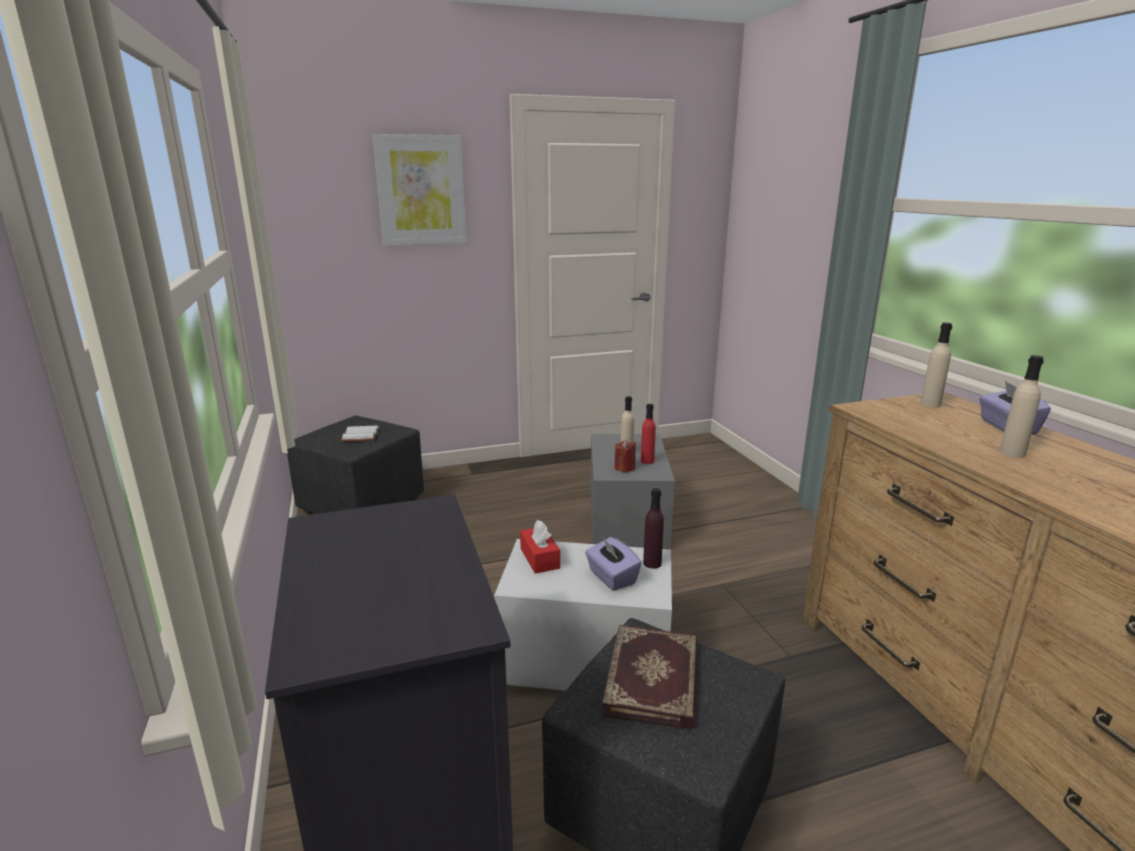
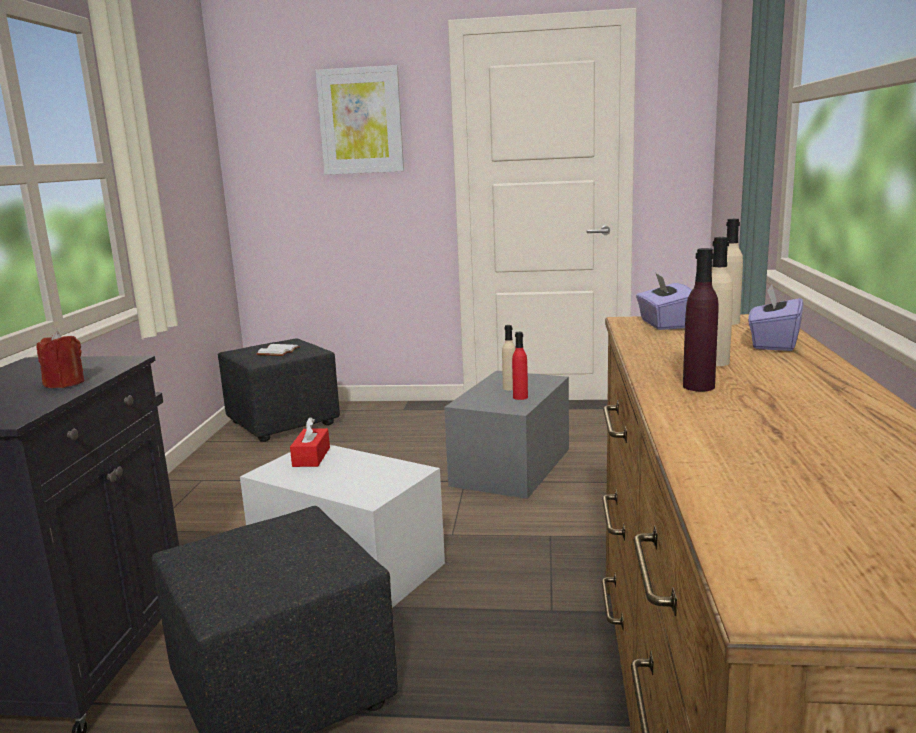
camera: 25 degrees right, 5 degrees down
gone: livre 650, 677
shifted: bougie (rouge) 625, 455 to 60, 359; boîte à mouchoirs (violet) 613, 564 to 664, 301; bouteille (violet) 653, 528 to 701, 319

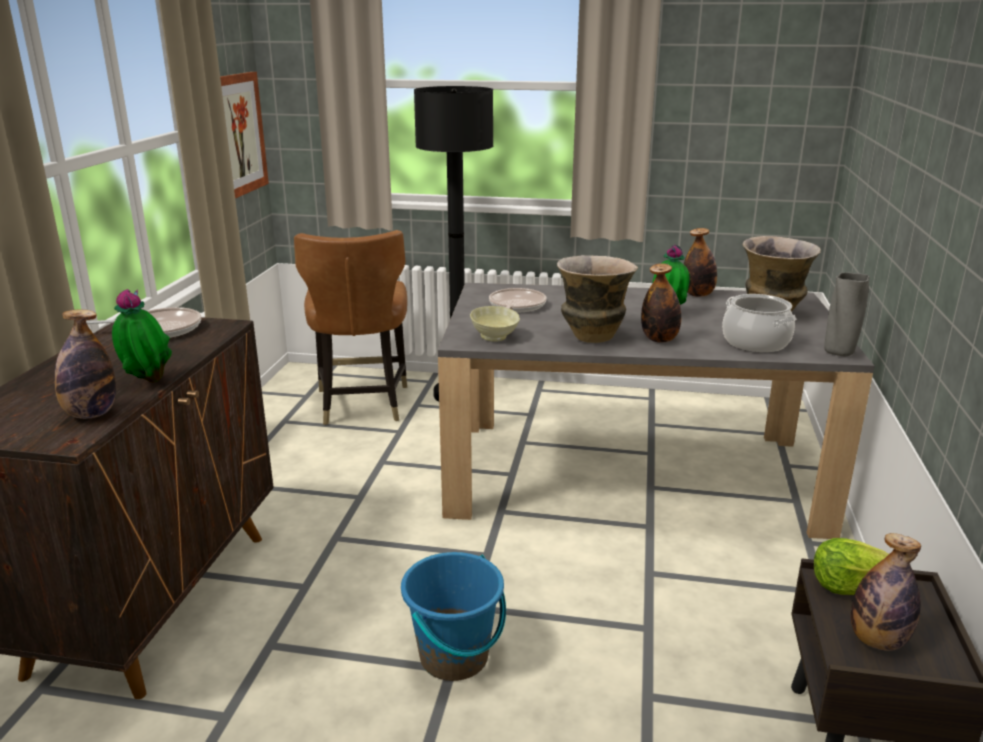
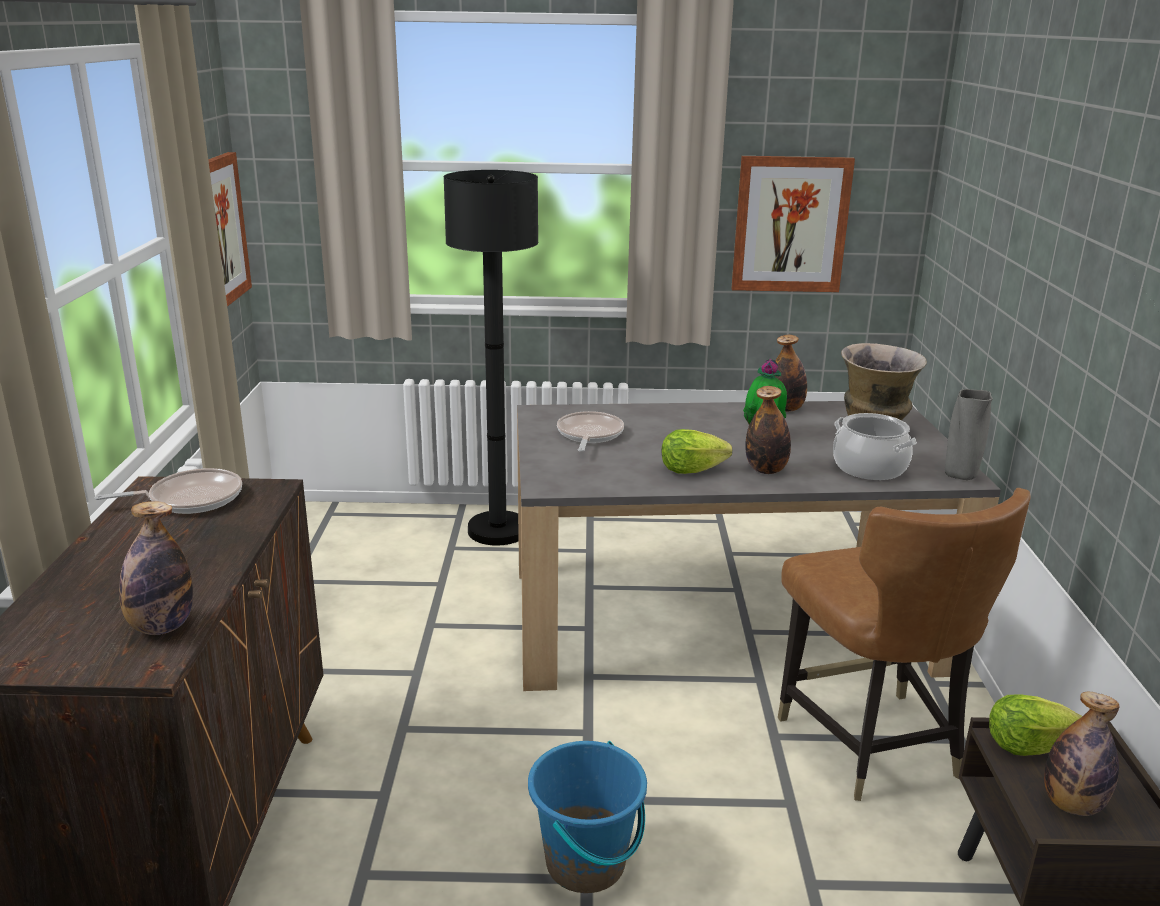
camera: 10 degrees left, 0 degrees up
gone: plante en pot 142, 335; bol (beige) 495, 324
new: tableau 793, 224
shifted: chaise (marron) 350, 327 to 904, 644
swapped: vase 597, 299 to laitue 696, 451

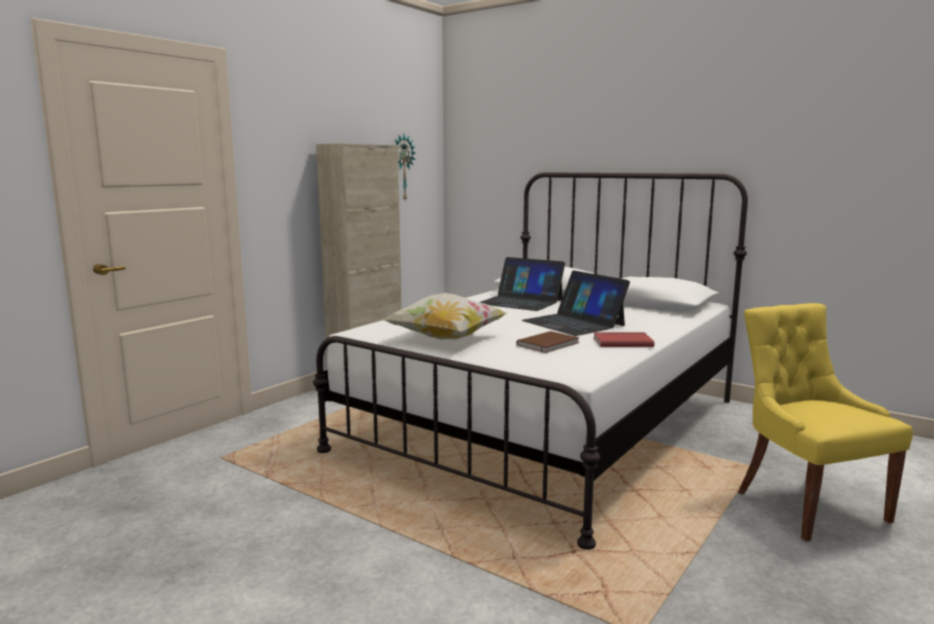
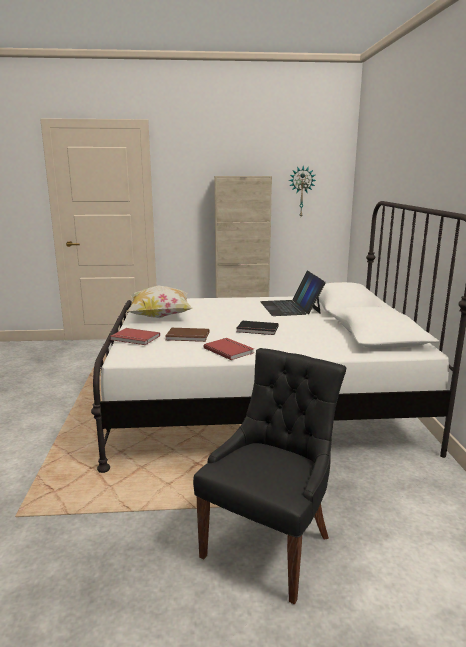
camera: 50 degrees right, 5 degrees up
new: livre (rouge) 135, 336
swapped: ordinateur portable 576, 303 to livre (noir) 257, 328
repainted: chaise (jaune) 825, 422 to chaise (noir) 269, 476

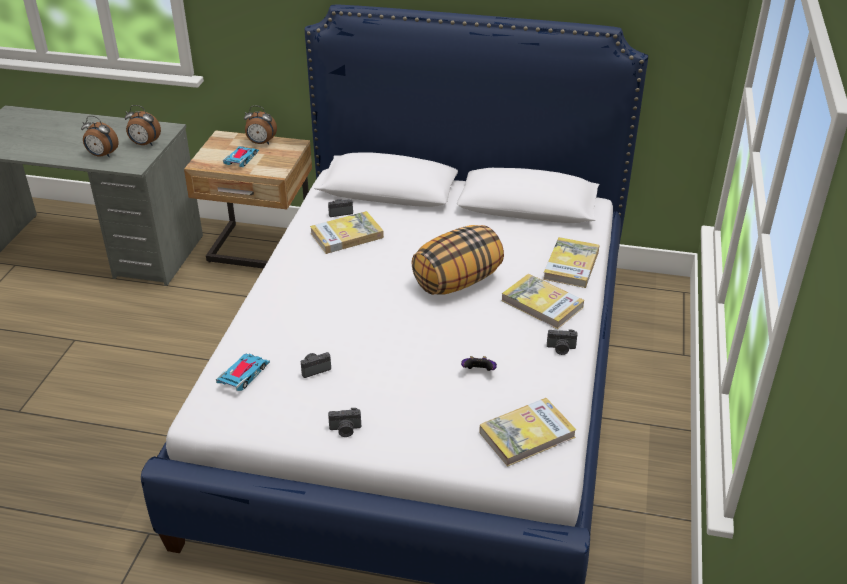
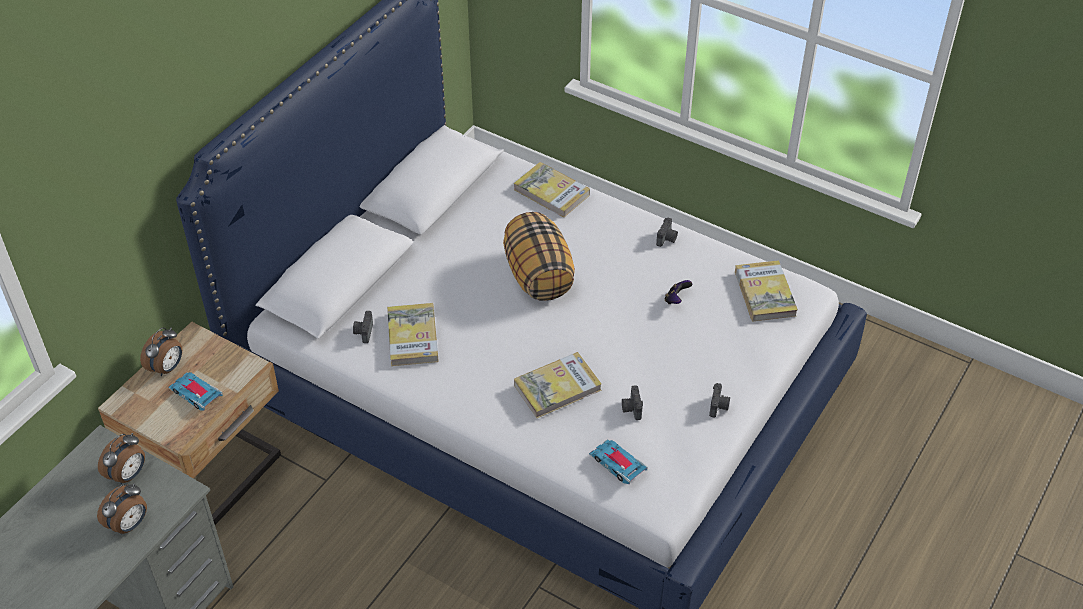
camera: 70 degrees left, 10 degrees up
shifted: livre 542, 301 to 558, 385

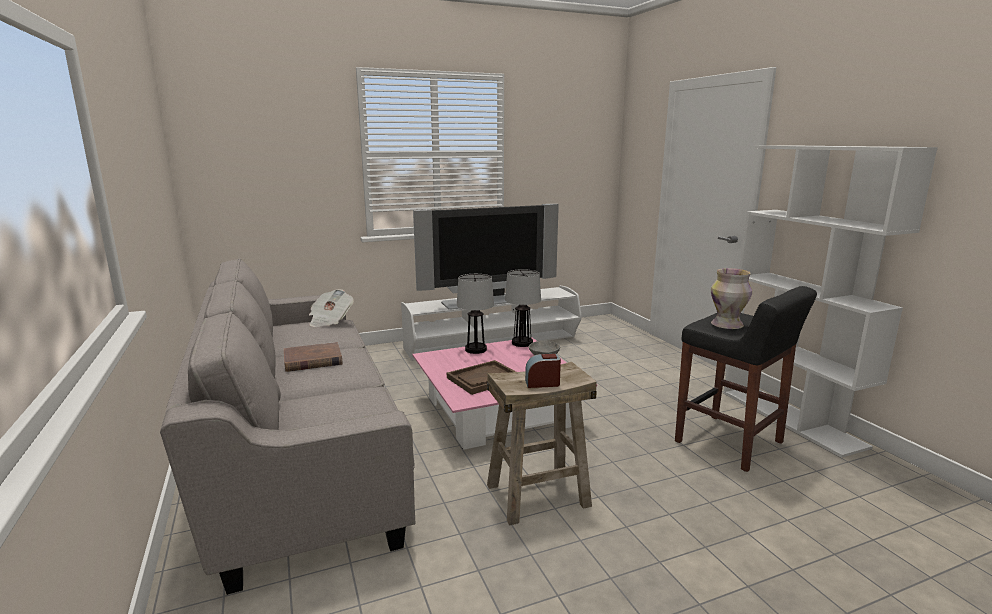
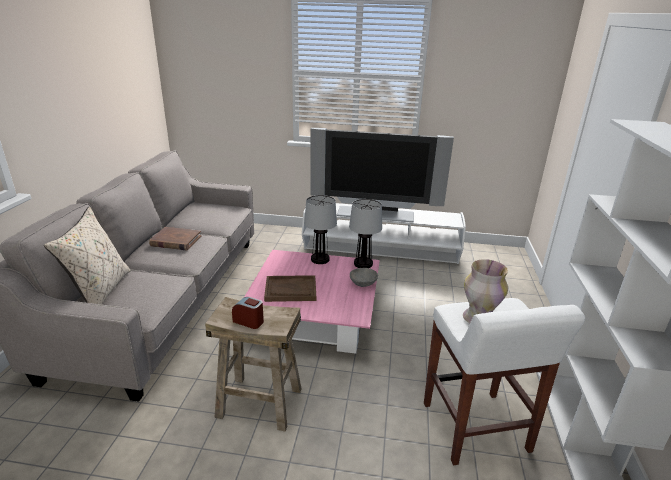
camera: 30 degrees right, 10 degrees up
gone: journal 331, 308
new: coussin (beige) 87, 256
repainted: tabouret (noir) 746, 379 to tabouret (blanc) 504, 381

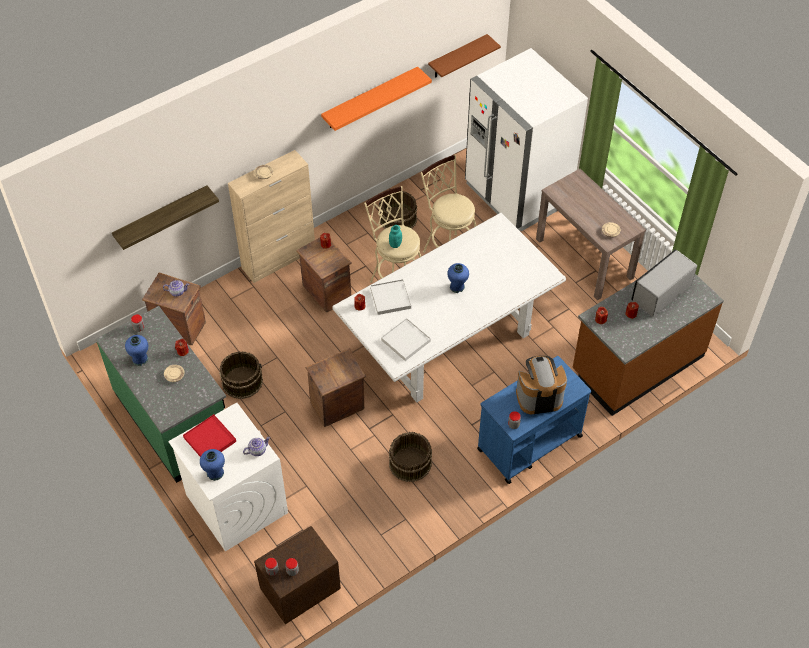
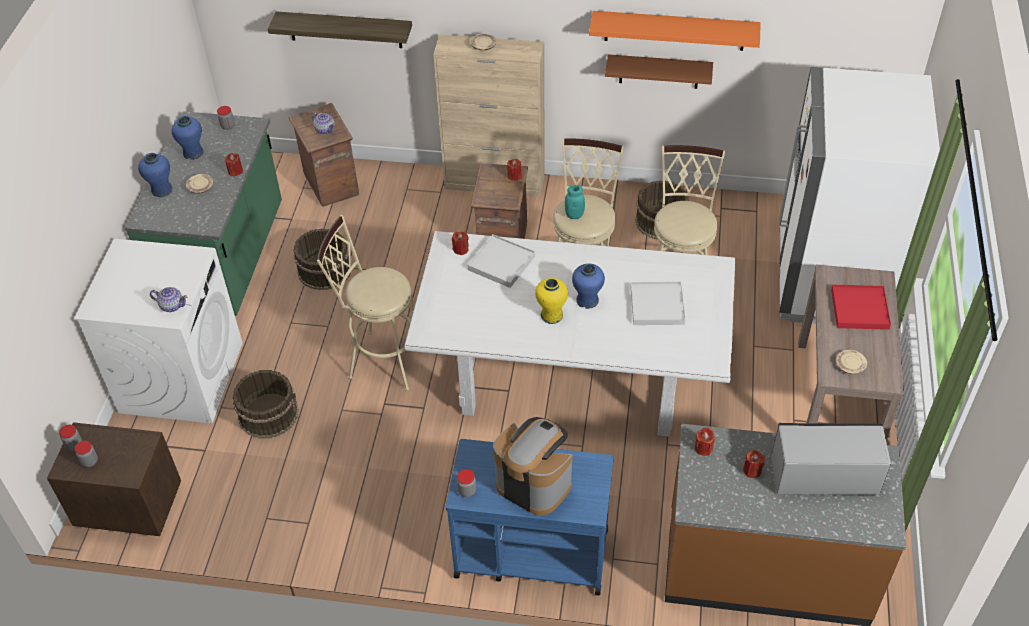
camera: 45 degrees right, 5 degrees down
new: vase (jaune) 551, 301
shifted: vase (bleu) 212, 465 to 155, 175; seau (marron) 410, 457 to 266, 404; étagère (marron) 464, 56 to 659, 71; plateau (blanc) 406, 339 to 658, 303; plateau (rouge) 209, 435 to 861, 307
swapped: caisse 335, 387 to tabouret (beige) 365, 303

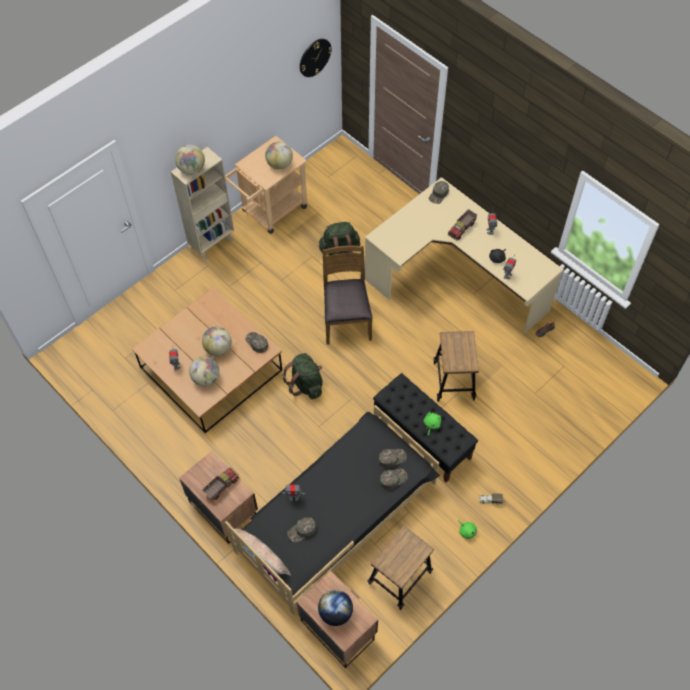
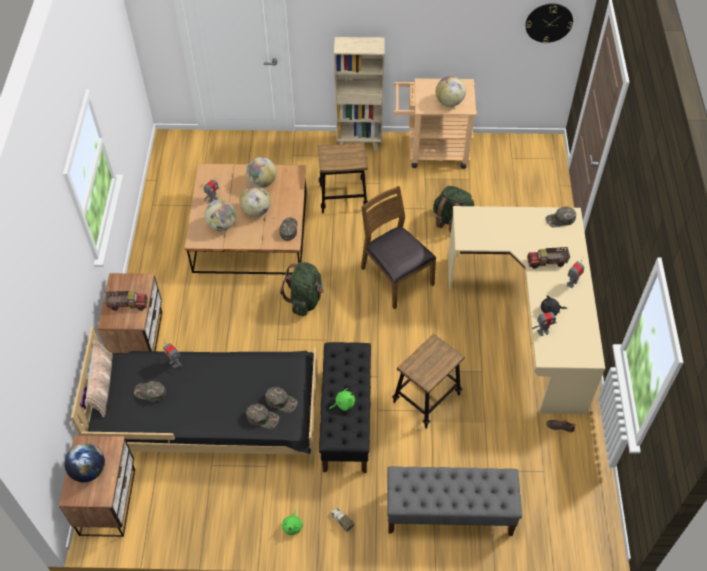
camera: 45 degrees right, 5 degrees down
new: banc (gris) 454, 501
shifted: globe 190, 160 to 261, 172; tabouret 400, 568 to 343, 177
rotated: chaise (marron) 348, 295 = 398, 247 75 degrees counterclockwise

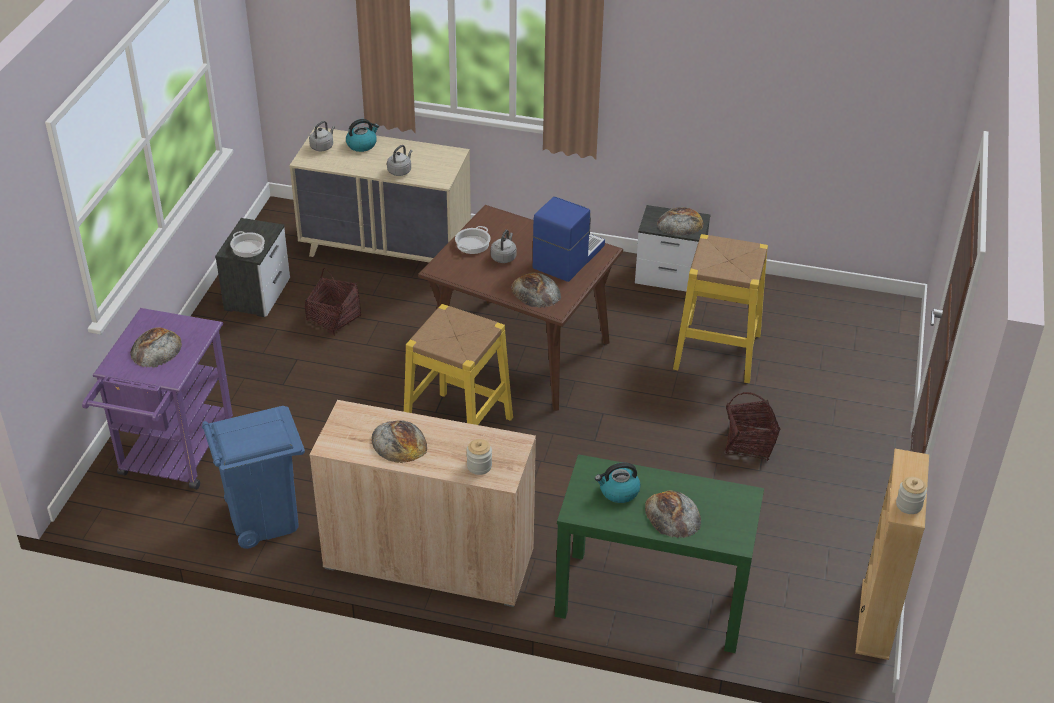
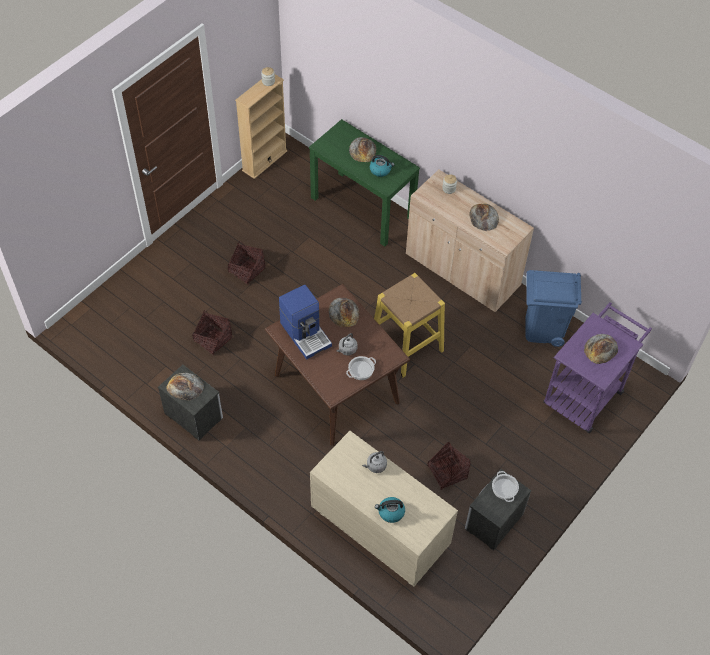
camera: 155 degrees left, 15 degrees up
gone: bouilloire (gris) 322, 136
swapped: tabouret (jaune) 720, 308 to panier 212, 333
rotated: machine à café 569, 239 = 305, 322 90 degrees counterclockwise

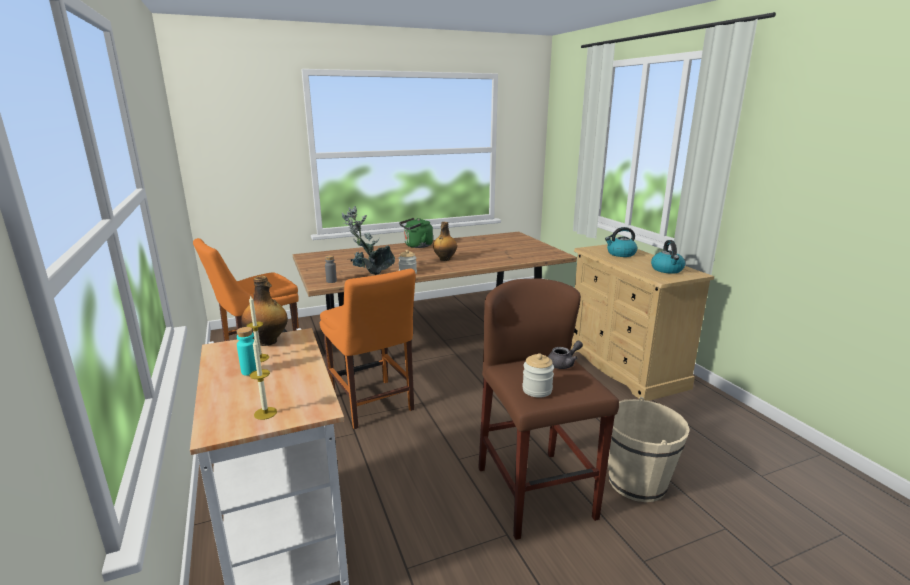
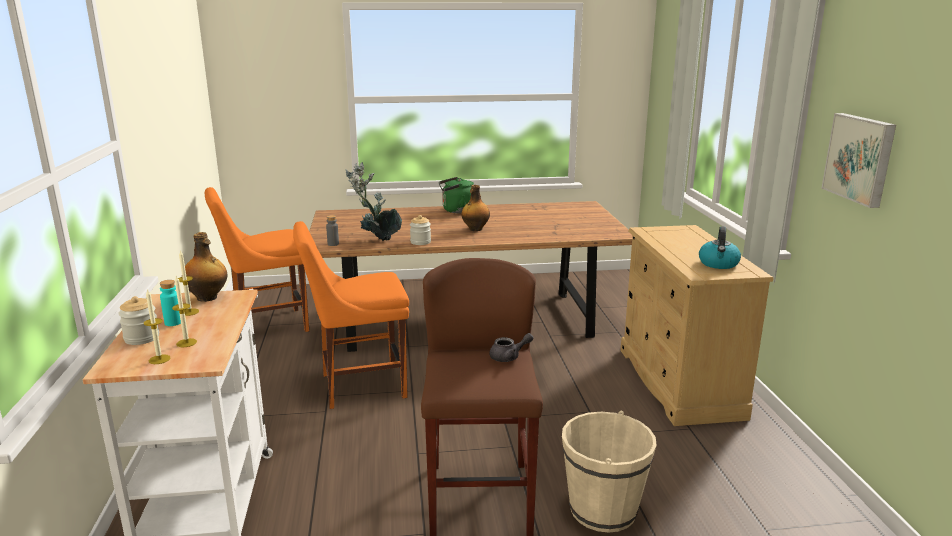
camera: 15 degrees right, 0 degrees up
gone: bouilloire 621, 242
new: bougie 184, 311; tableau 858, 160
shifted: bocal 538, 375 to 138, 320
rotated: chaise (orange) 368, 349 = 351, 315 90 degrees clockwise

